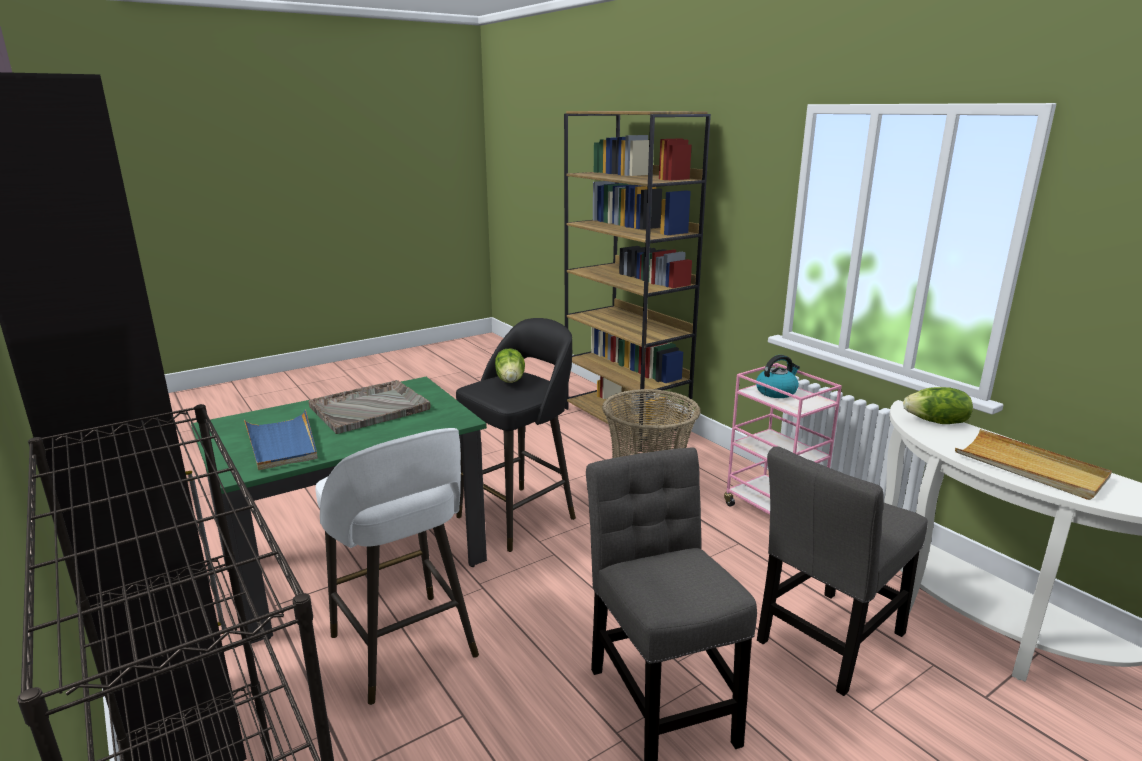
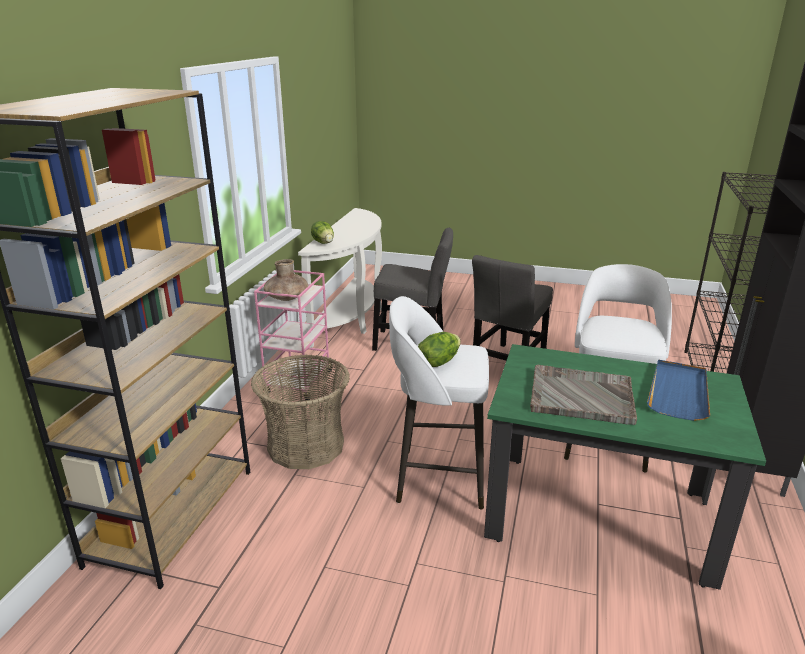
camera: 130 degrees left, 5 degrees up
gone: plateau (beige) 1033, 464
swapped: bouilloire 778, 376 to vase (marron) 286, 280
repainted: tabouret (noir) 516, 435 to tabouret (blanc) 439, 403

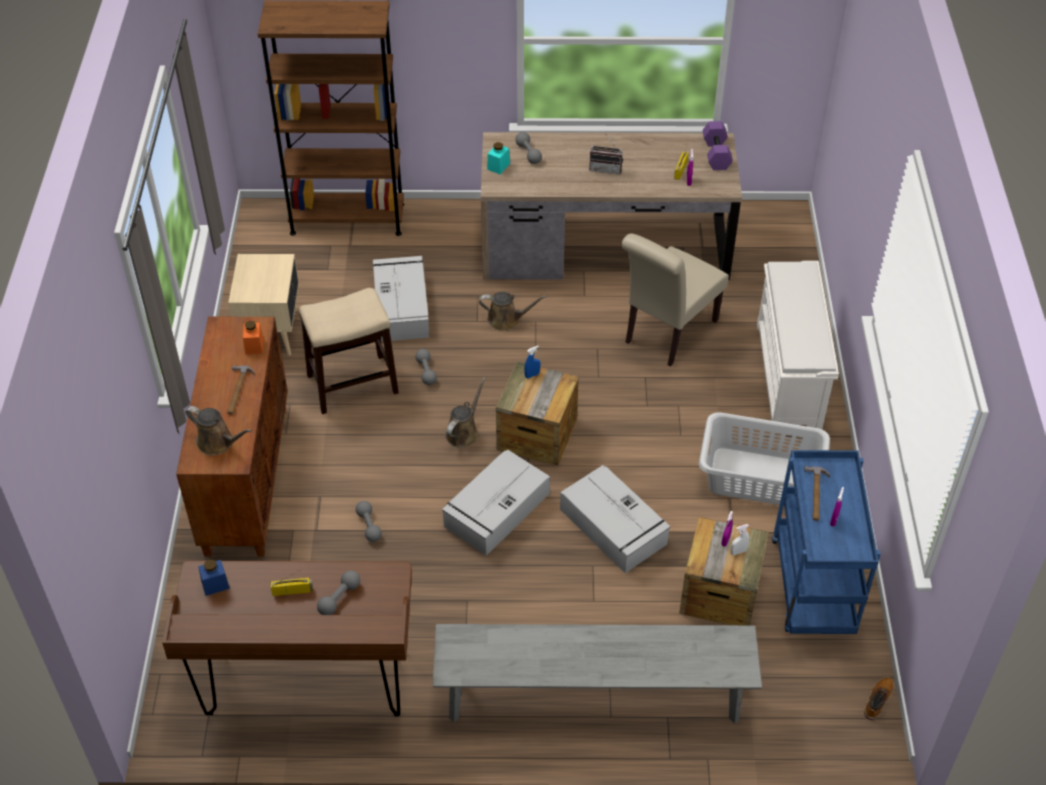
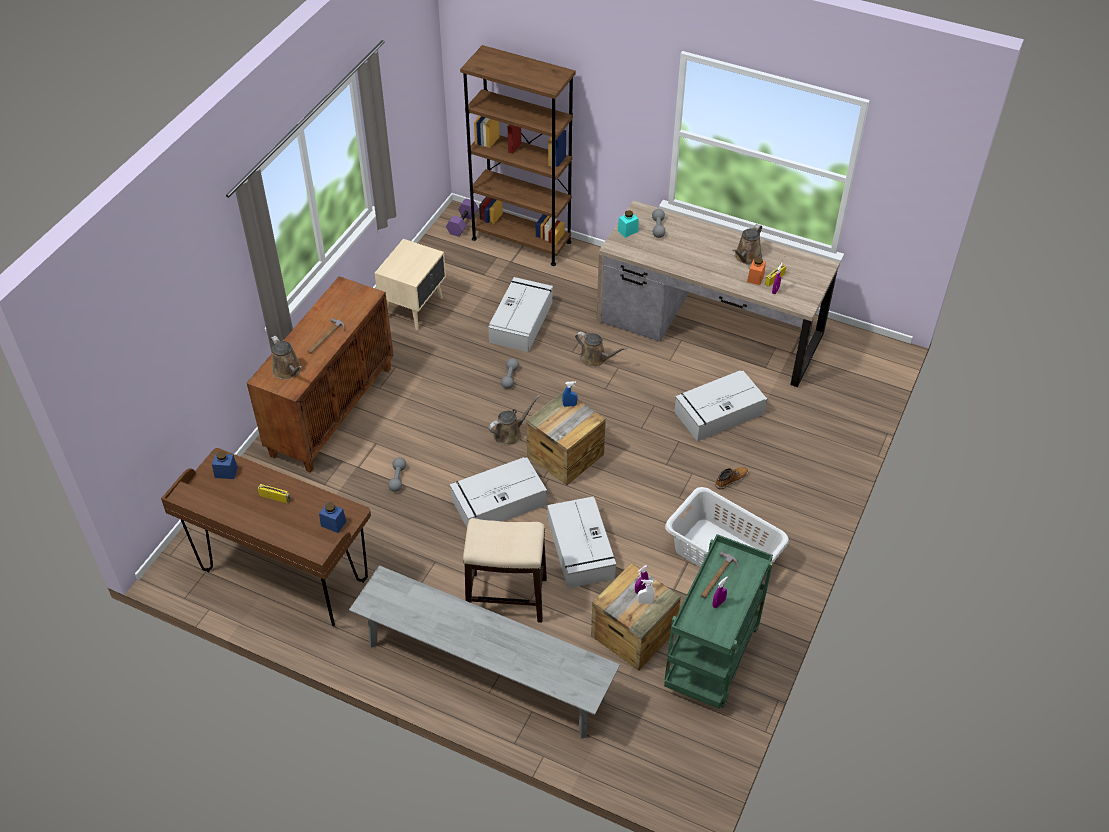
camera: 25 degrees right, 0 degrees up
gone: haltère (gris) 338, 593; radio 606, 154; étagère à chaussures (blanc) 798, 345
new: bocal (bleu) 333, 518; arrosoir (marron) 747, 244
shifted: haltère (violet) 717, 145 to 462, 217; tabouret 349, 351 to 505, 570; botte 879, 698 to 731, 478; bocal (orange) 253, 337 to 756, 271
swapped: chaise (beige) 675, 300 to boîte de rangement (gris) 720, 406
repainted: chariot (bleu) 826, 542 to chariot (vert) 718, 621

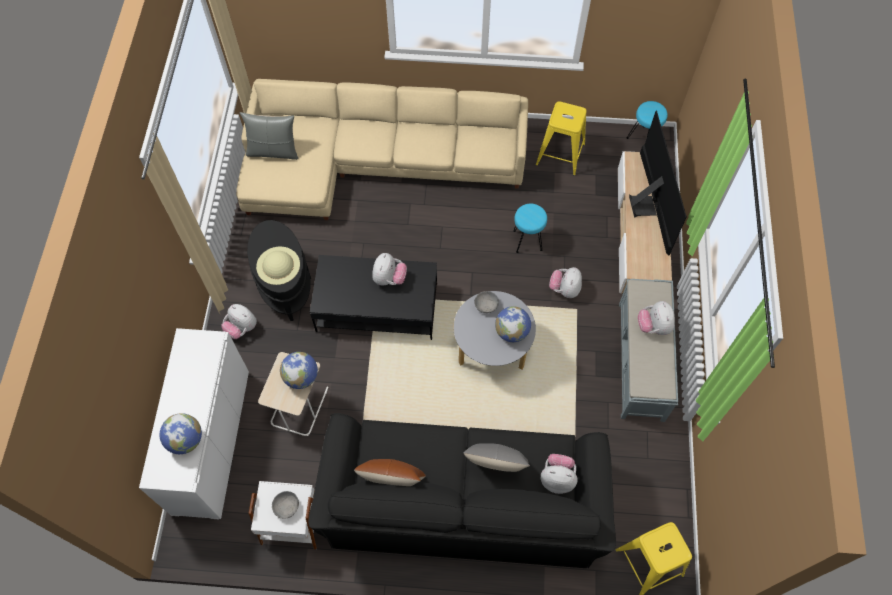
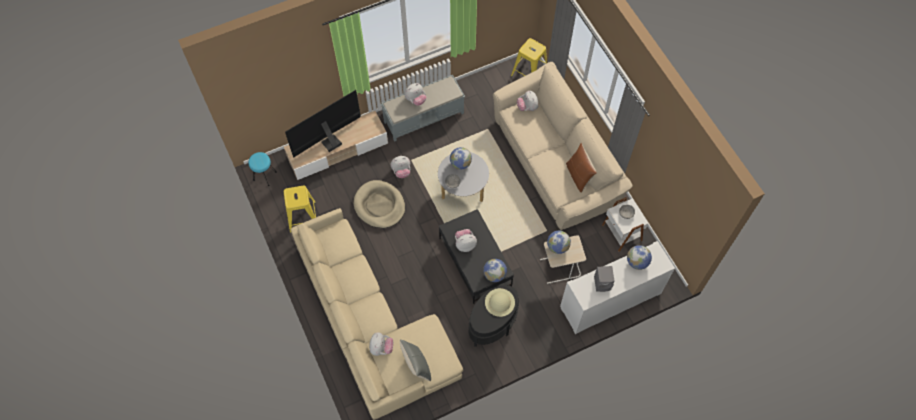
camera: 120 degrees left, 0 degrees up
gone: coussin (gris) 497, 457
new: globe 495, 270; enceinte (gris) 604, 279
shifted: peluche 239, 321 to 381, 344
swapped: tabouret (turquoise) 530, 228 to panier pour chien (beige) 379, 204
repainted: canapé (noir) 462, 490 to canapé (beige) 563, 146

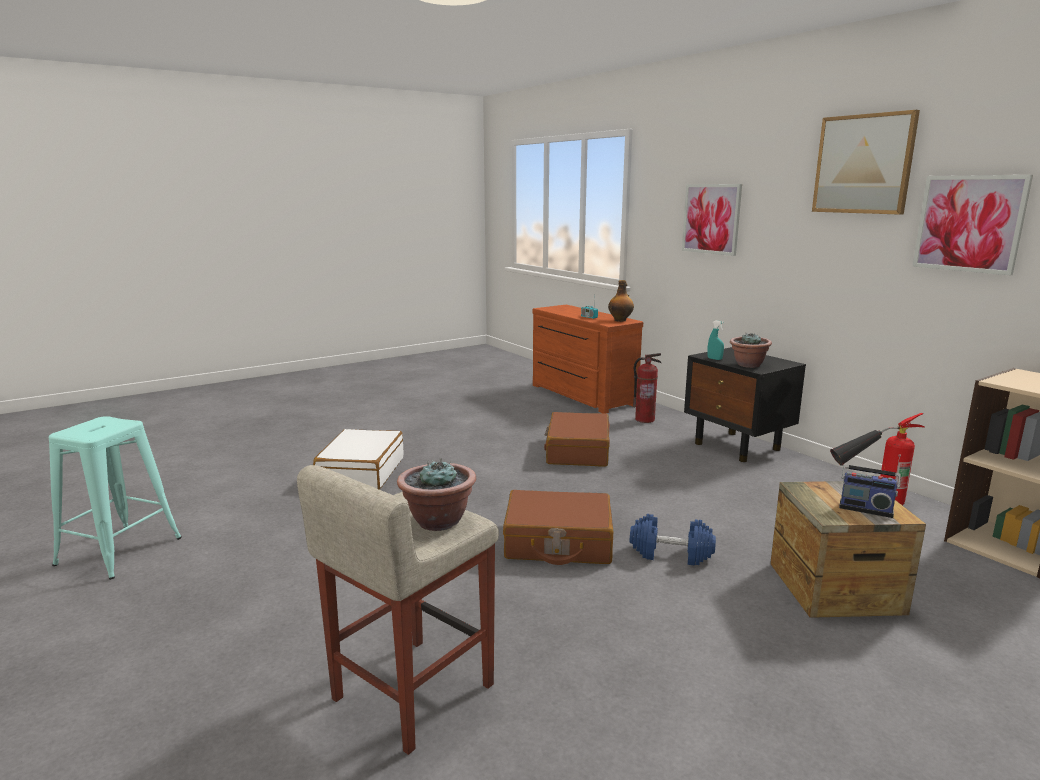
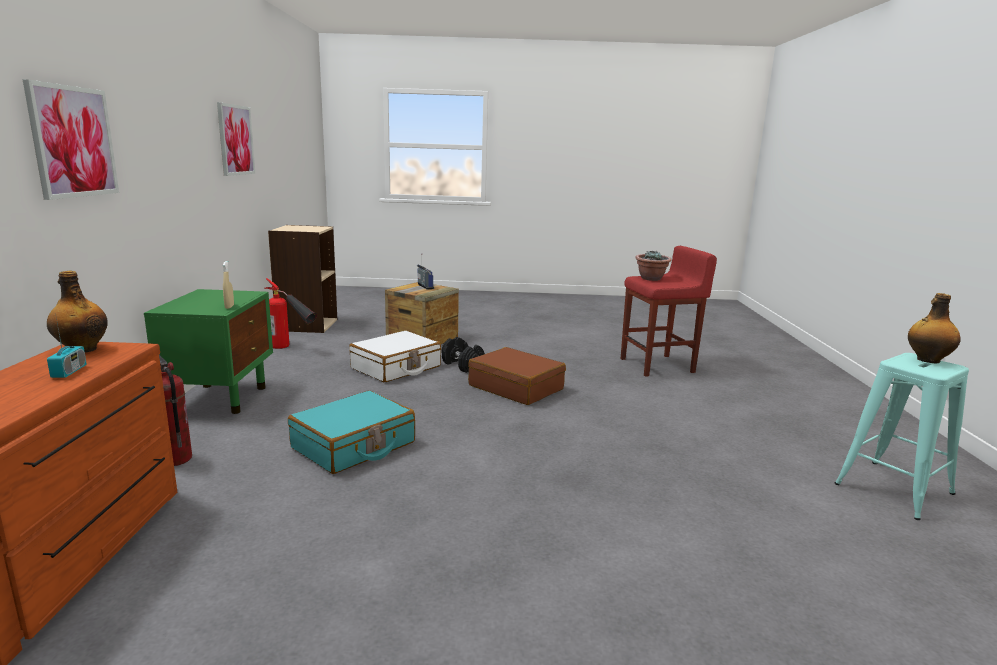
camera: 145 degrees left, 0 degrees up
gone: plante en pot 751, 350; tableau 866, 162
new: bouteille 934, 328
shifted: valise (blanc) 358, 459 to 395, 356
repainted: table de chevet (noir) 745, 404 to table de chevet (vert) 208, 351; vaporisateur (turquoise) 716, 340 to vaporisateur (beige) 228, 285; valise (marron) 577, 439 to valise (turquoise) 351, 432; haltère (bleu) 673, 539 to haltère (noir) 463, 355; tabouret (beige) 398, 610 to tabouret (rouge) 669, 311

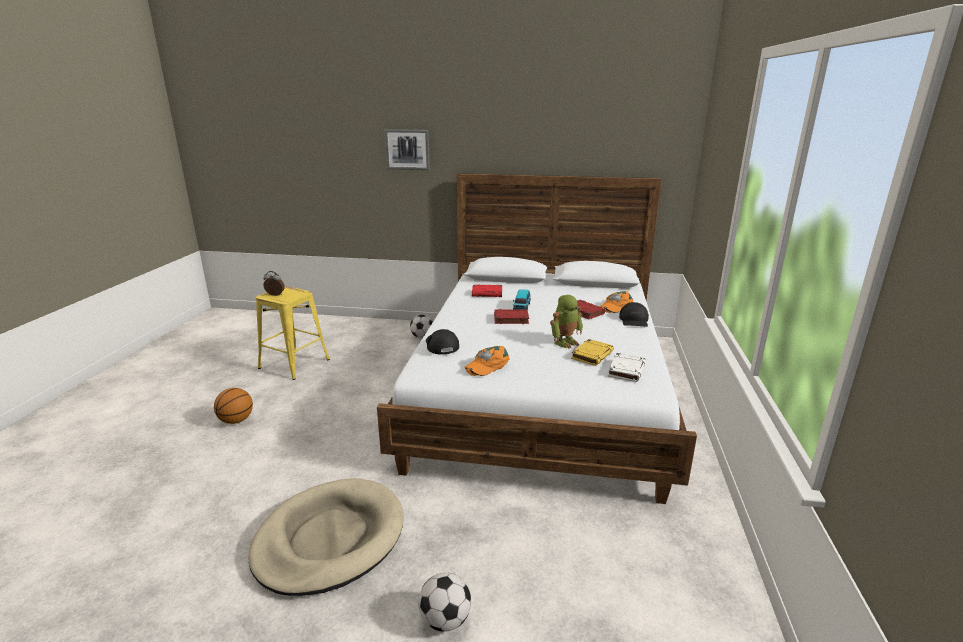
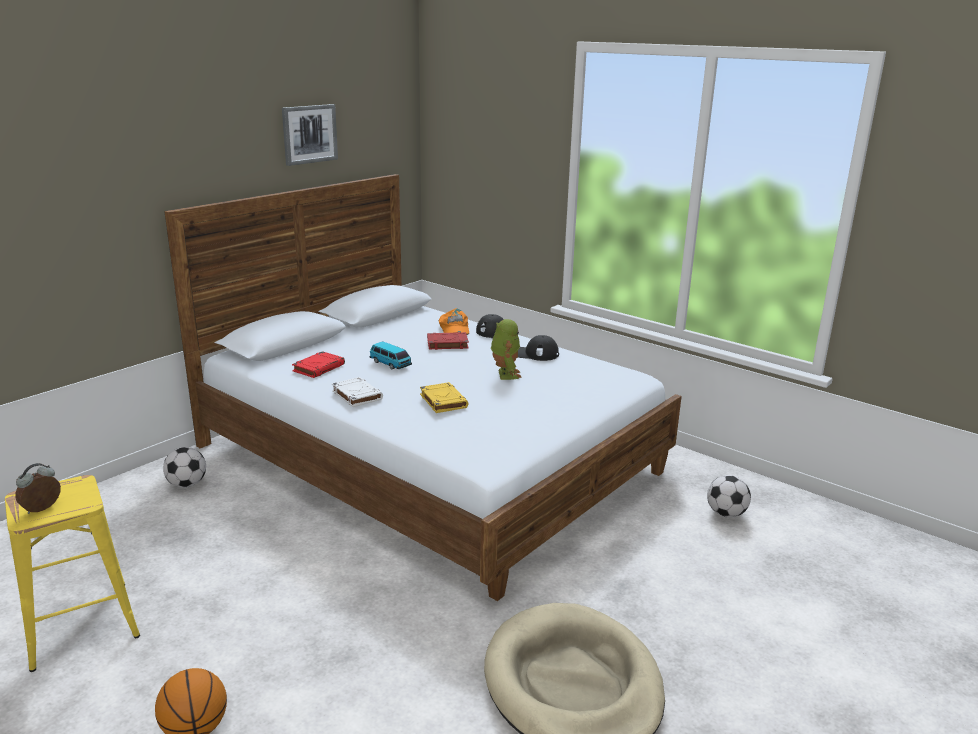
camera: 60 degrees left, 0 degrees up
gone: casquette (orange) 487, 361; livre (rouge) 511, 316
shifted: tableau 407, 149 to 310, 135; livre (blanc) 626, 367 to 357, 392; livre (jaune) 592, 352 to 444, 397; casquette (noir) 442, 342 to 538, 348; ballon de foot 444, 602 to 729, 496

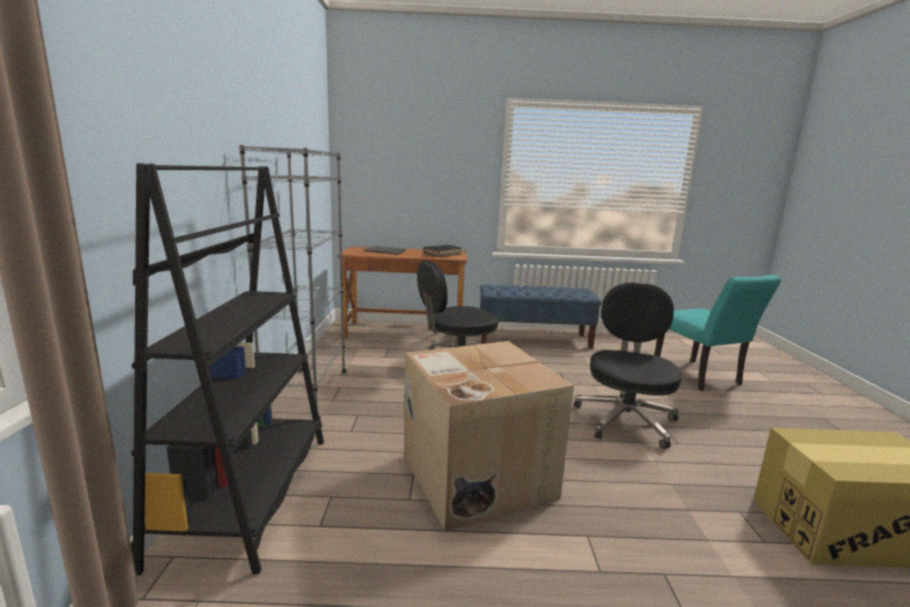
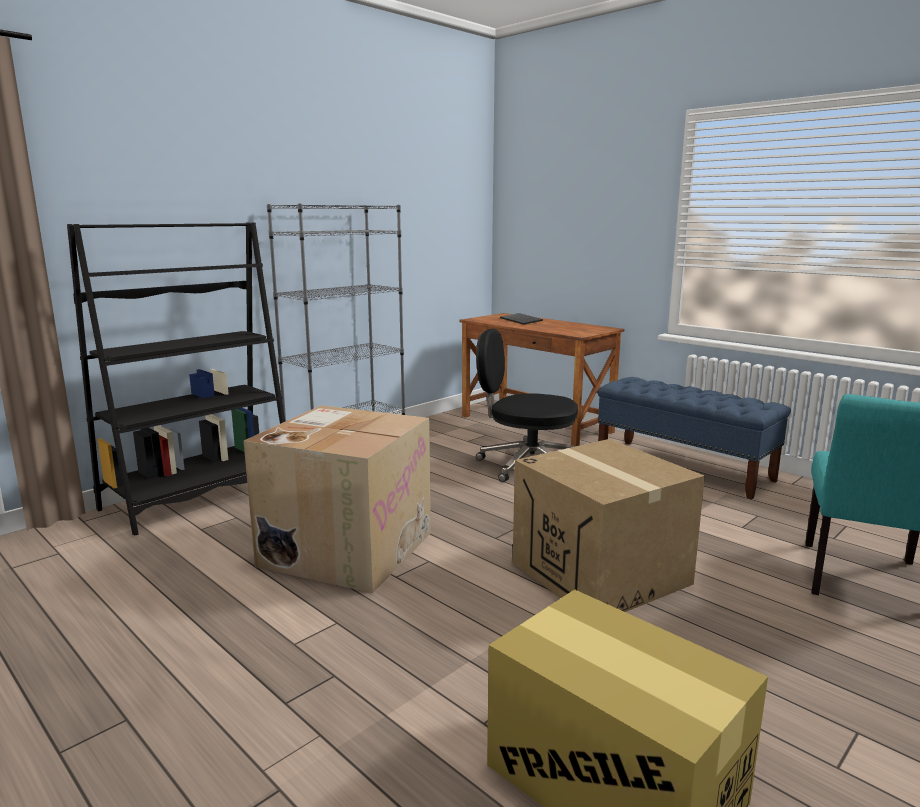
camera: 45 degrees right, 0 degrees up
gone: livre (noir) 442, 251
swapped: chaise de bureau (noir) 628, 365 to carton 609, 525

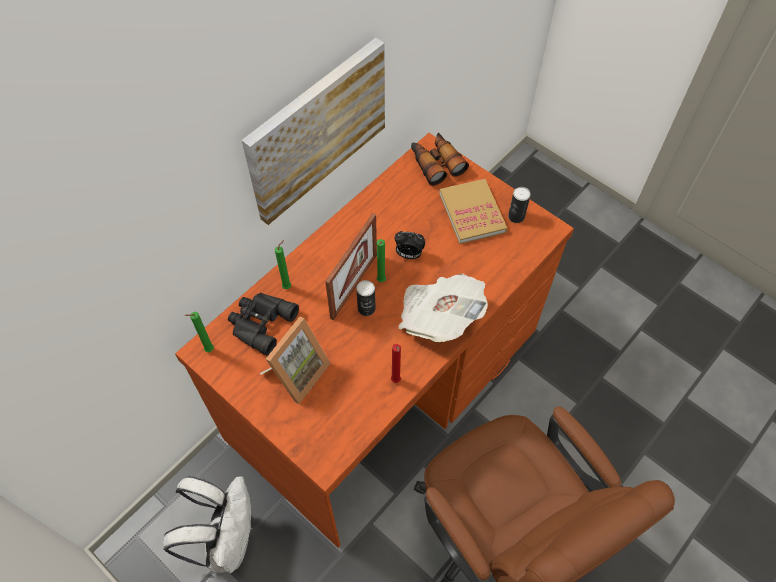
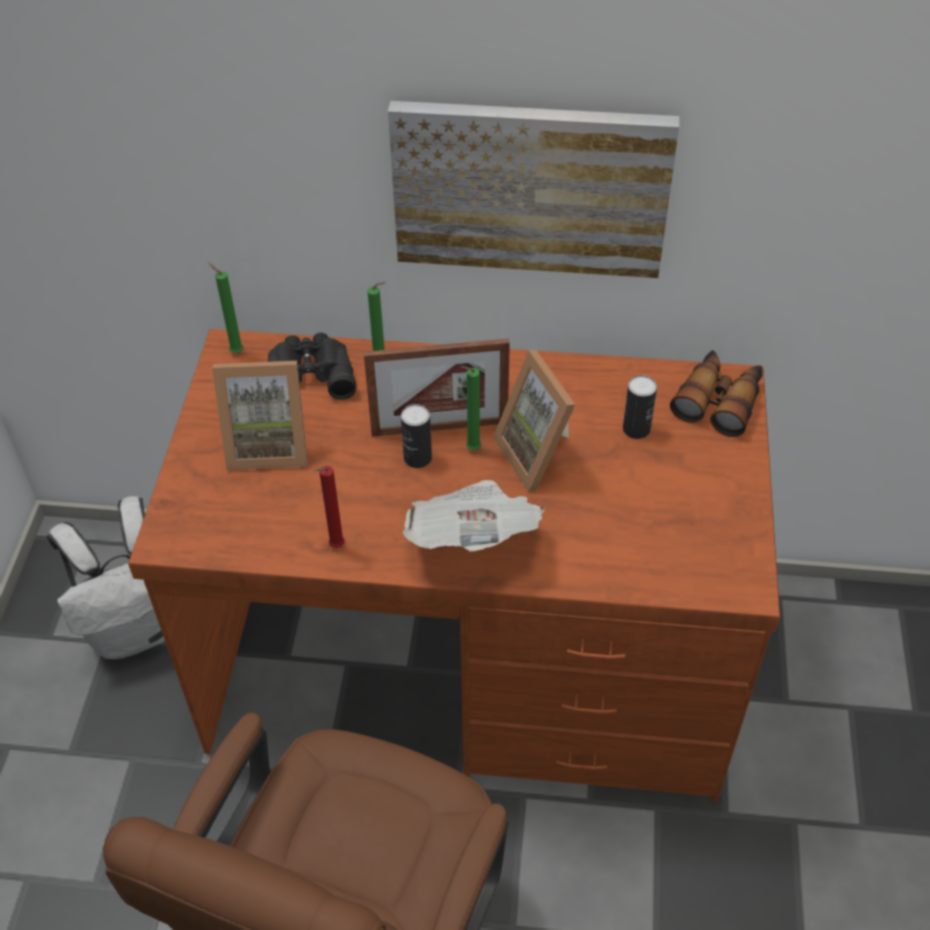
camera: 55 degrees right, 10 degrees down
gone: livre 473, 211
shifted: boîte métallique 519, 205 to 640, 407
swapped: réveil 409, 245 to cadre photo 534, 421

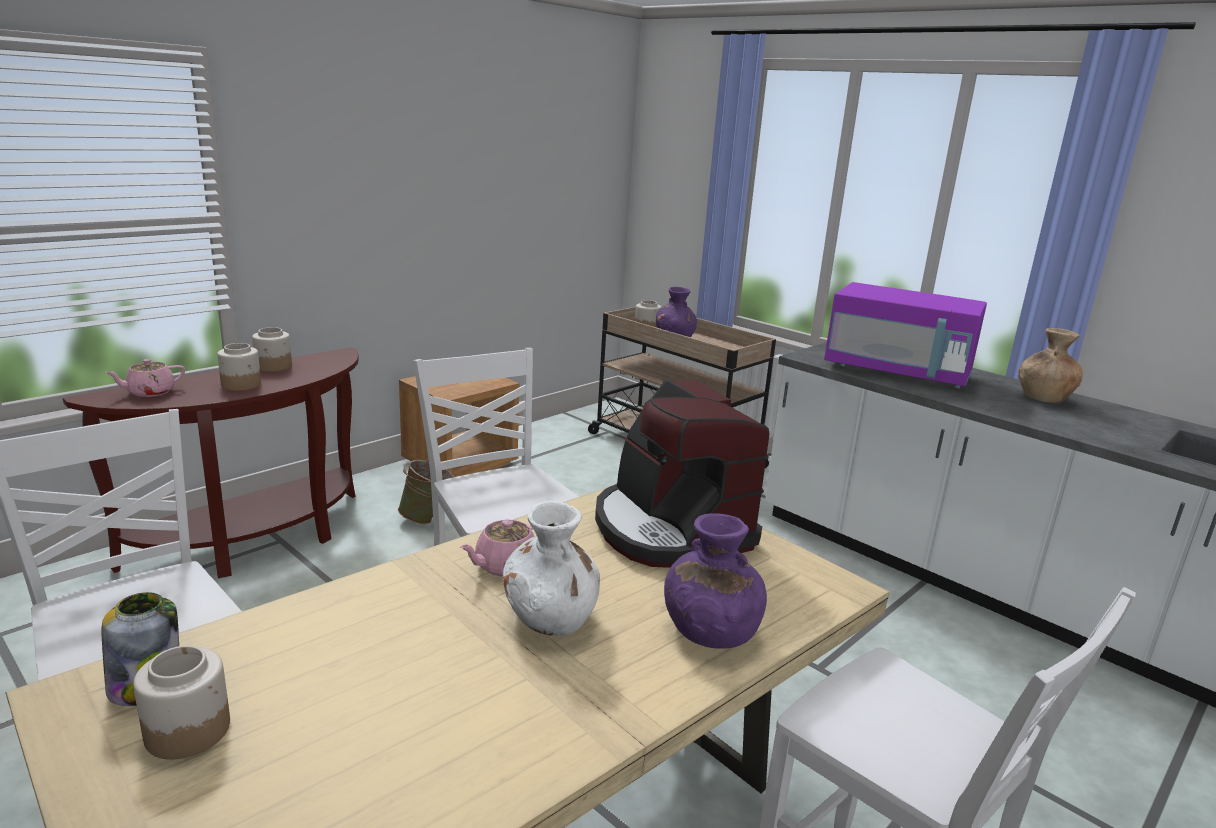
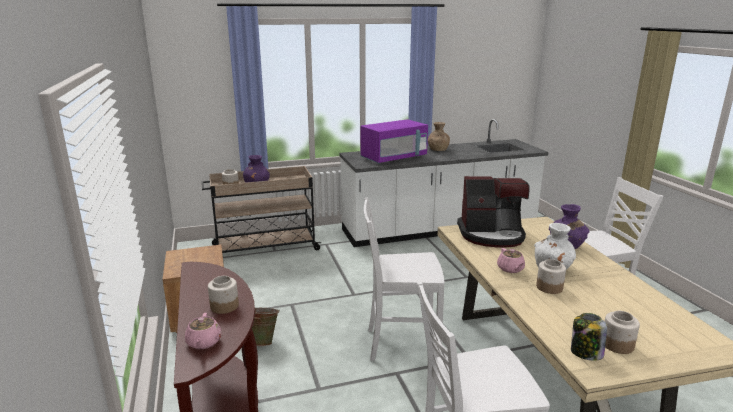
camera: 60 degrees left, 0 degrees up
shifted: bocal 272, 349 to 551, 276

